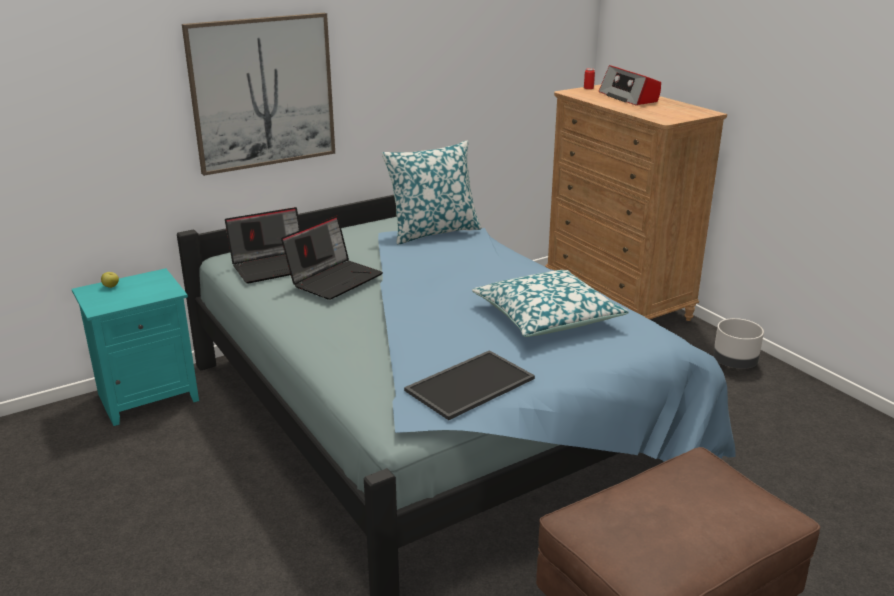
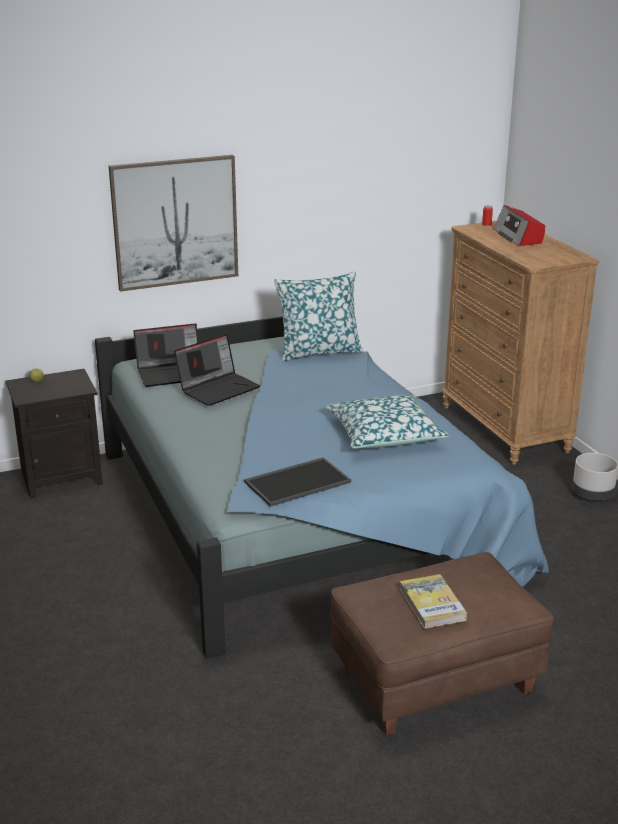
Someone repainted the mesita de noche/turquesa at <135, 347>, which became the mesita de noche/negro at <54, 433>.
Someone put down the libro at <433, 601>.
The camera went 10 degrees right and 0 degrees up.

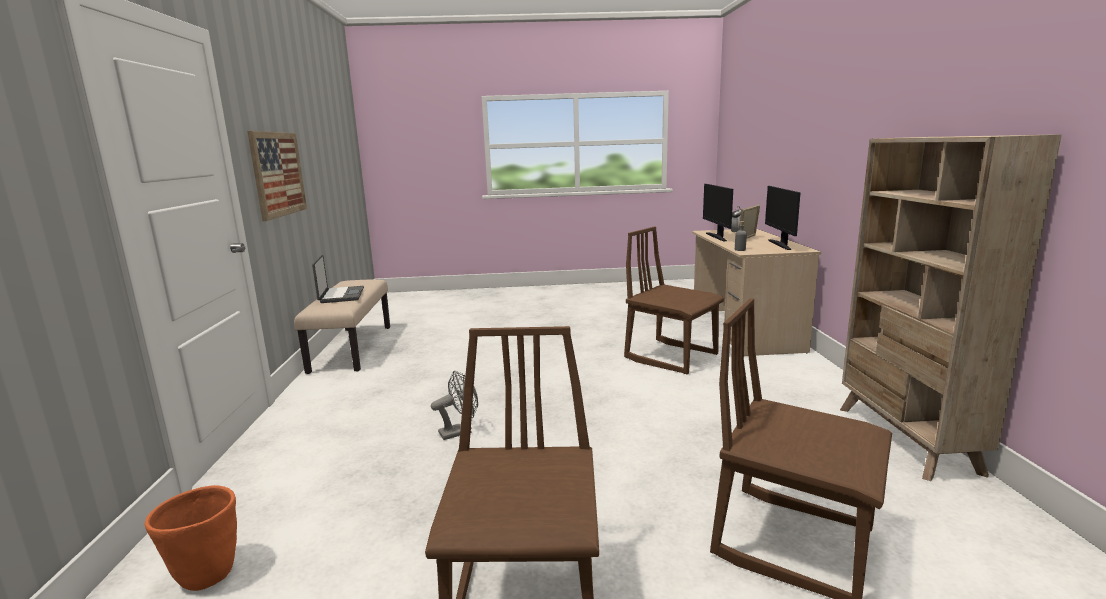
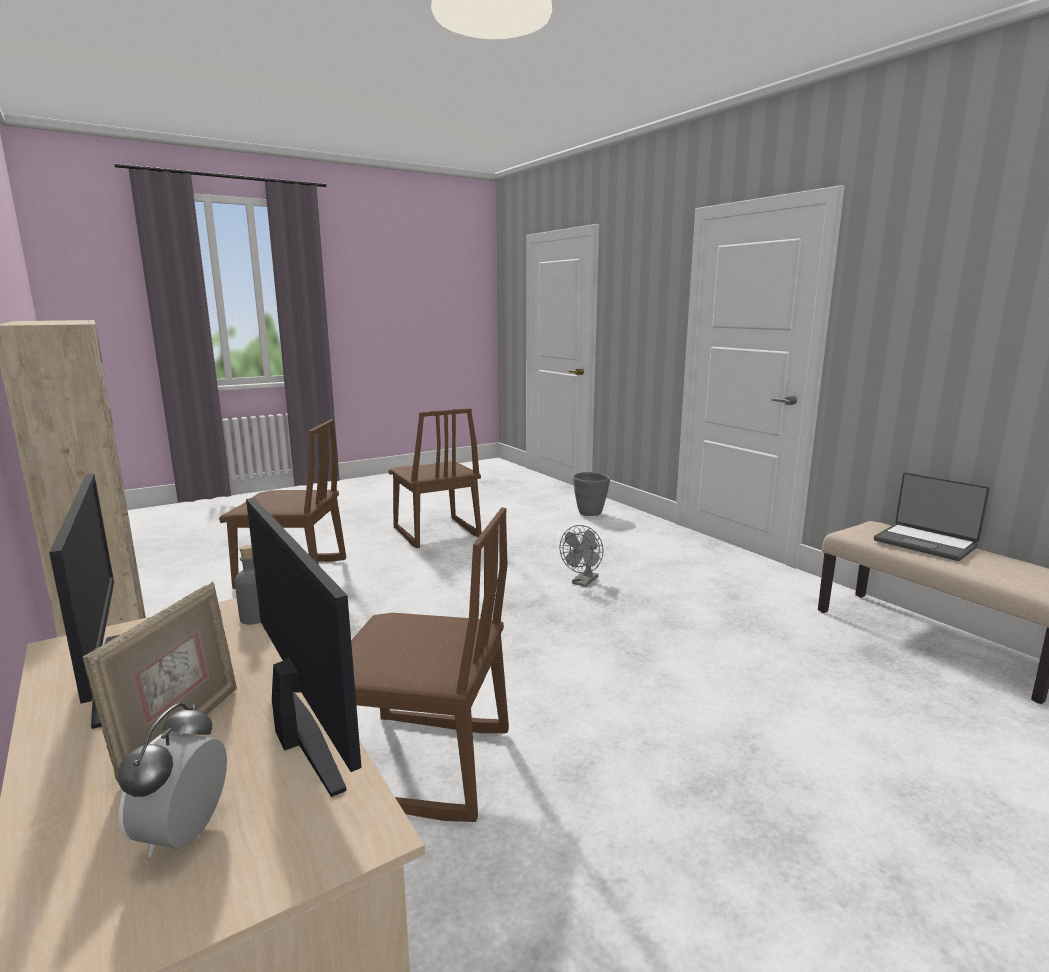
Someone repainted the maceta/naranja at <190, 538>, which became the maceta/gris at <591, 494>.
Someone took away the cuadro at <277, 176>.
The camera went 150 degrees right and 0 degrees up.

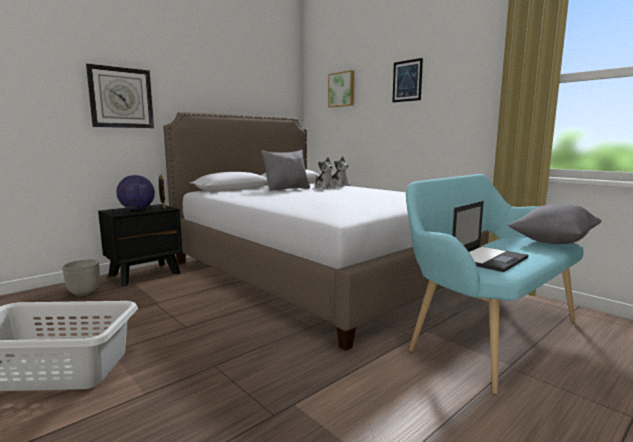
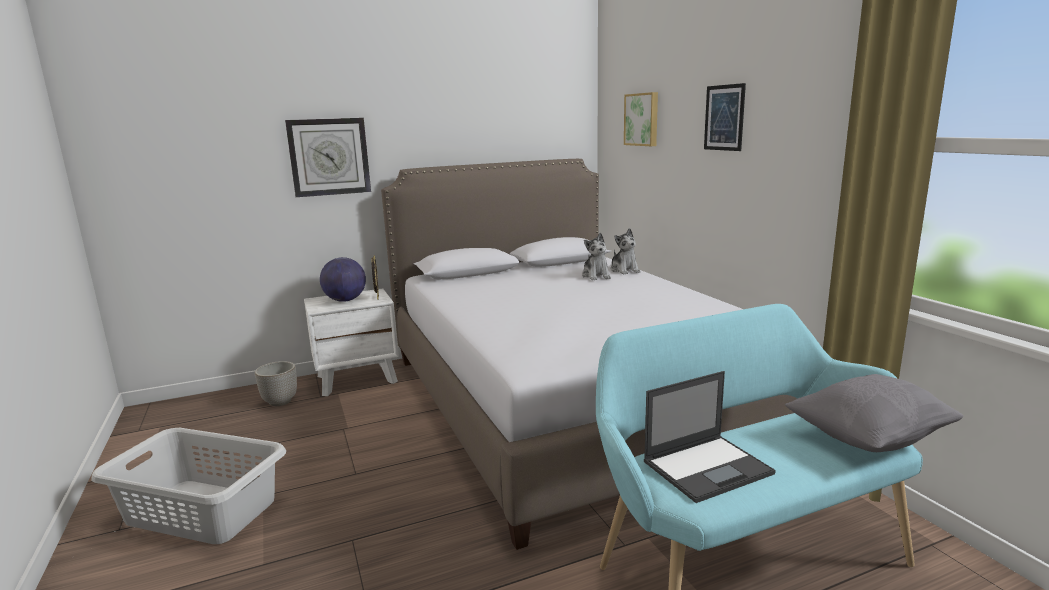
Someone repainted the mesita de noche/negro at <140, 245>, which became the mesita de noche/blanco at <351, 342>.
Someone took away the cojín/gris at <285, 170>.
The camera went 20 degrees right and 5 degrees up.

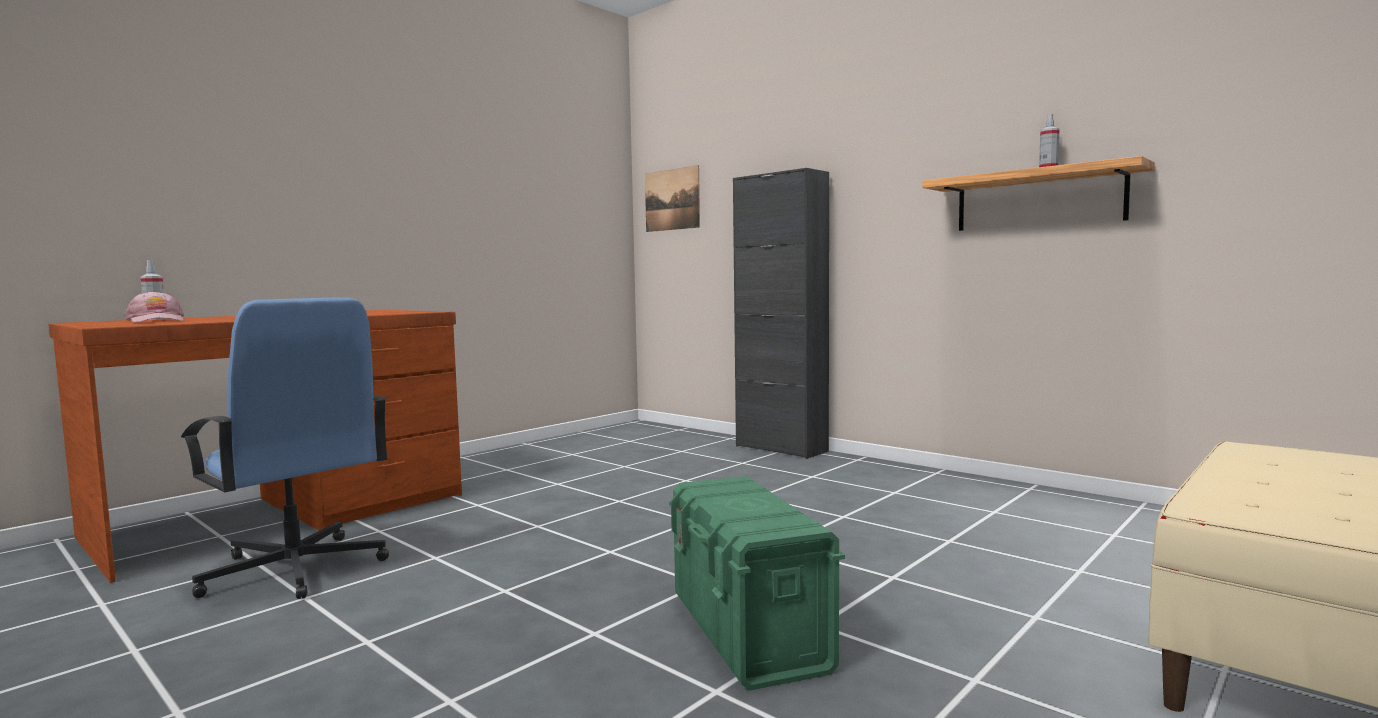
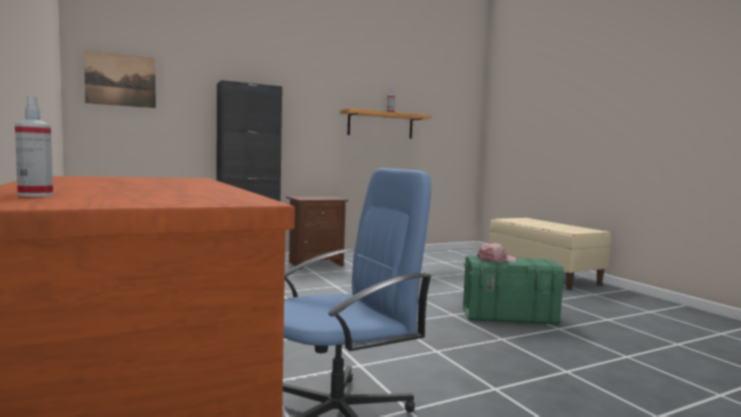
Someone carried the gorra/rosa from <154, 307> to <497, 253>.
Someone put down the mesita de noche/marrón at <317, 233>.
The camera went 70 degrees left and 0 degrees up.

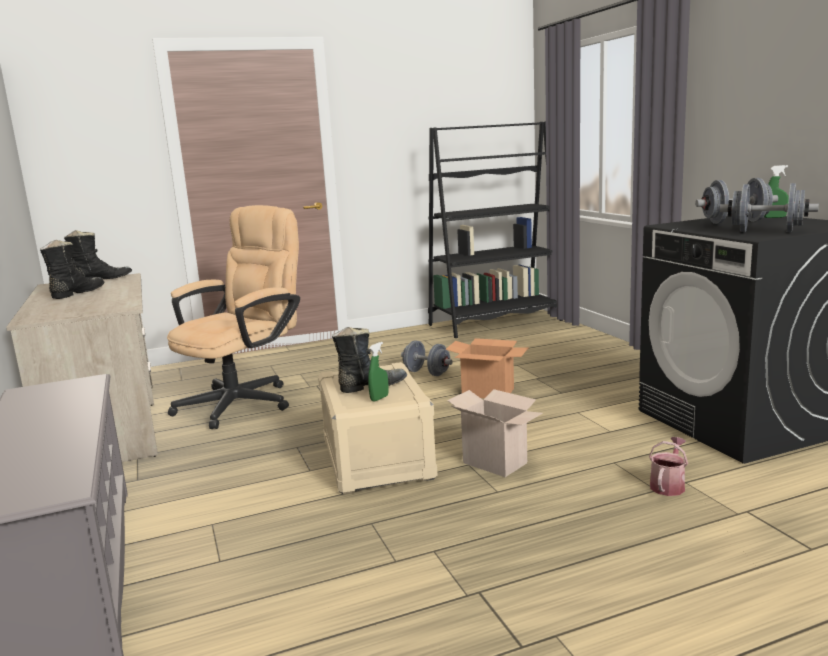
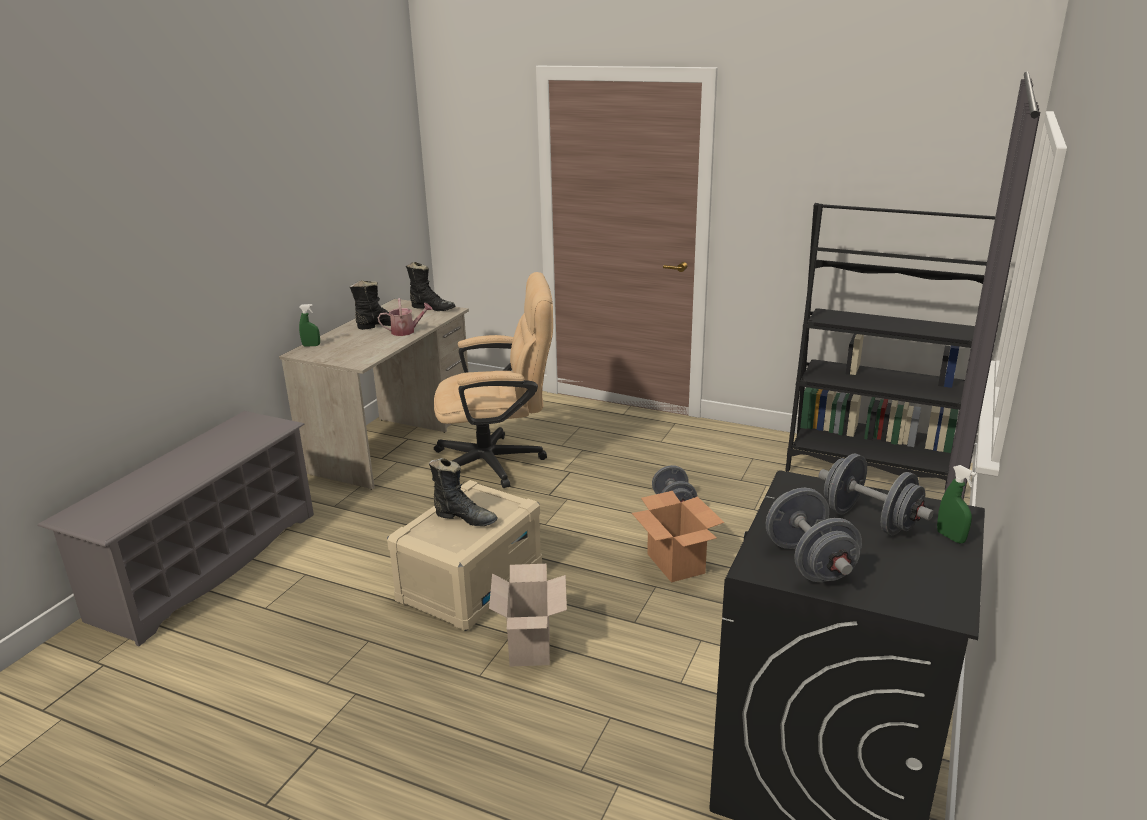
Someone carried the pulverizador/verde from <378, 372> to <309, 325>.
Someone carried the regadera from <668, 466> to <405, 317>.
The camera went 45 degrees right and 10 degrees up.

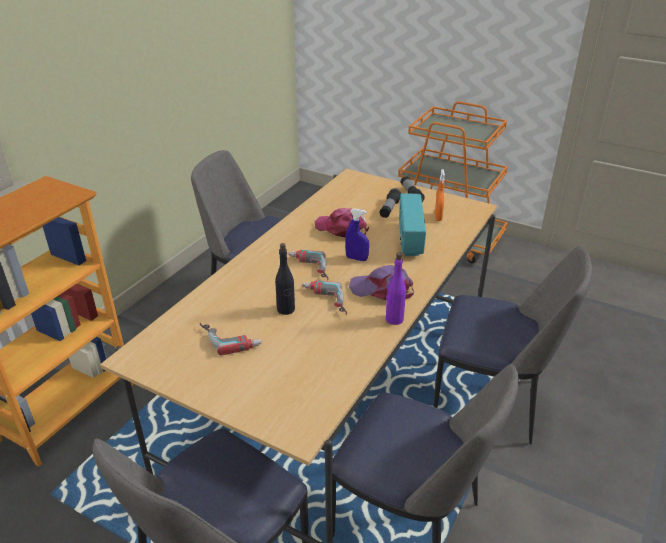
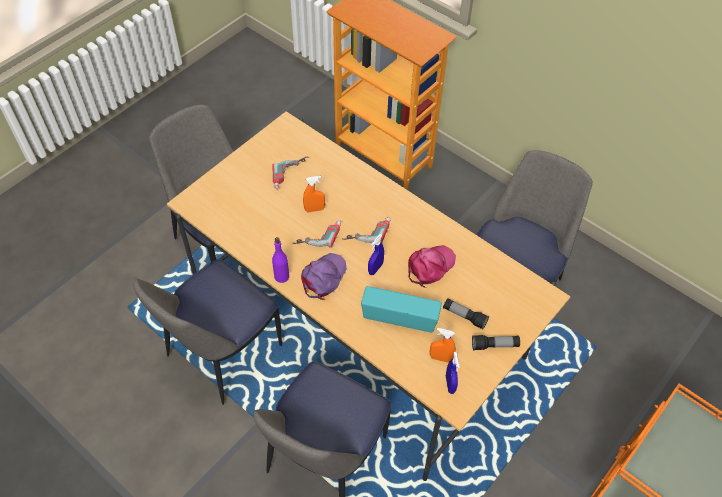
Someone swapped the botella/negro at <285, 279> for the pulverizador/naranja at <314, 194>.
Someone put down the pulverizador/azul at <452, 373>.
The camera went 100 degrees right and 20 degrees up.

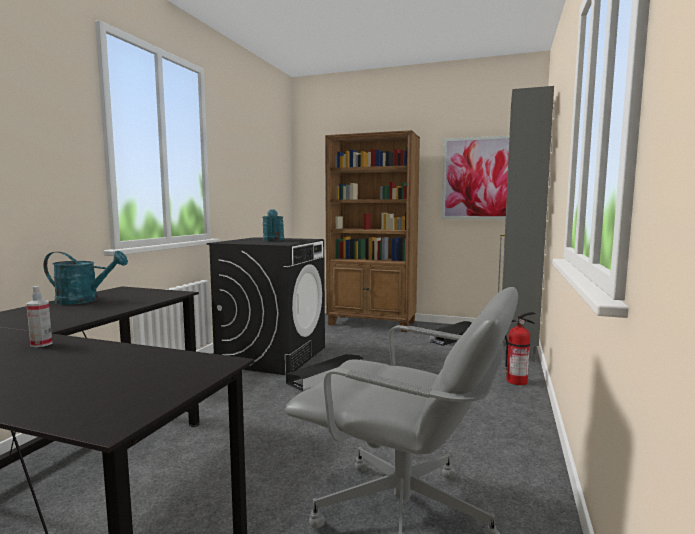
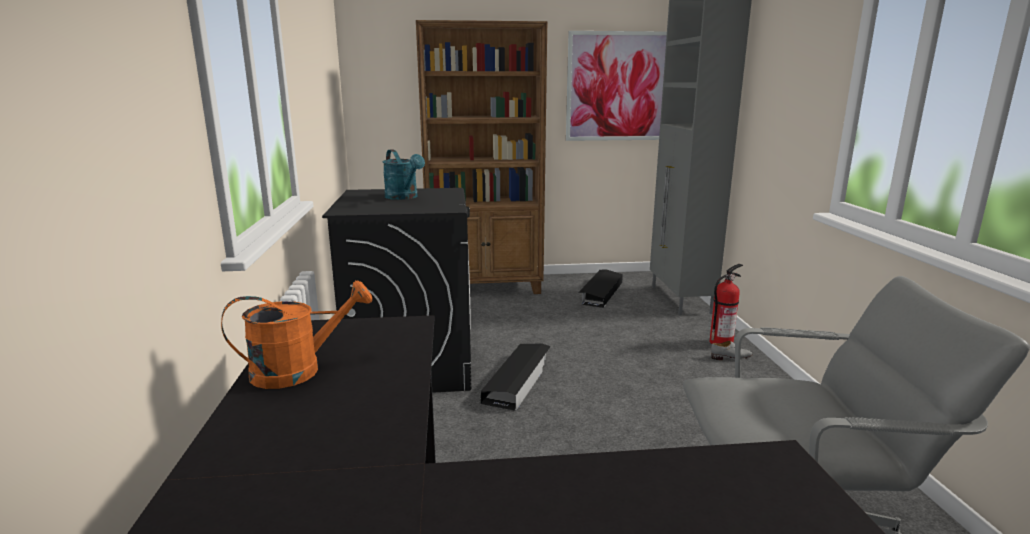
Someone took away the pulverizador at <39, 316>.
Someone repainted the regadera/turquesa at <86, 278>, which became the regadera/naranja at <296, 334>.
Someone put down the zapato/gris at <732, 350>.
The camera went 25 degrees left and 10 degrees up.

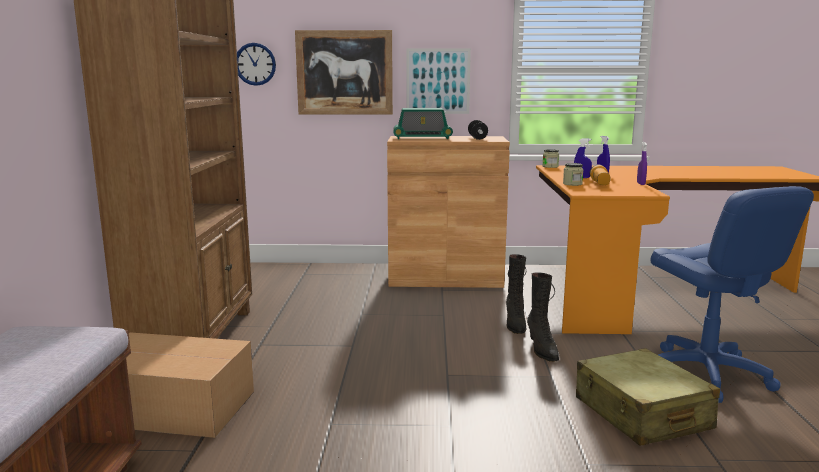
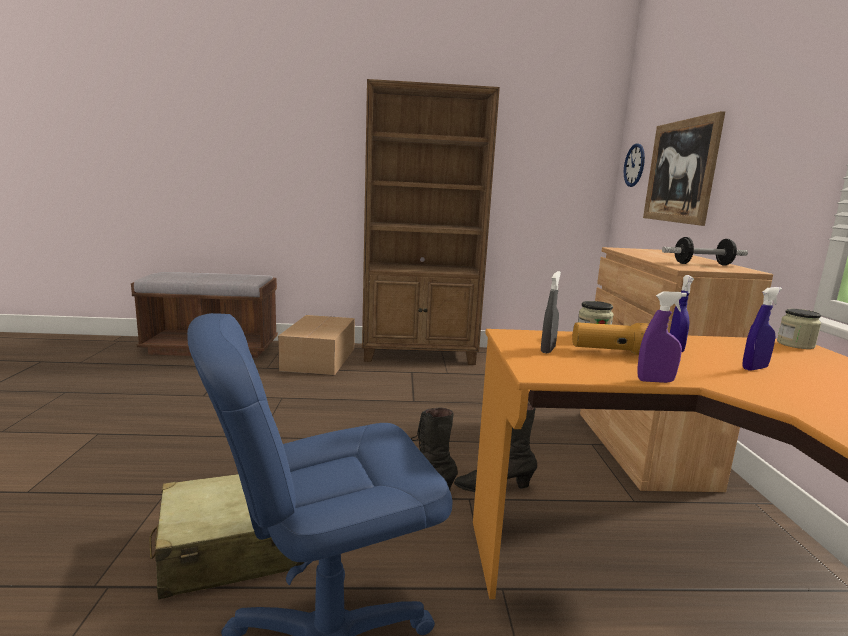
Someone took away the radio at <423, 123>.
Someone took away the cuadro at <439, 81>.
Someone put down the pulverizador/gris at <551, 312>.
The camera went 85 degrees right and 0 degrees up.

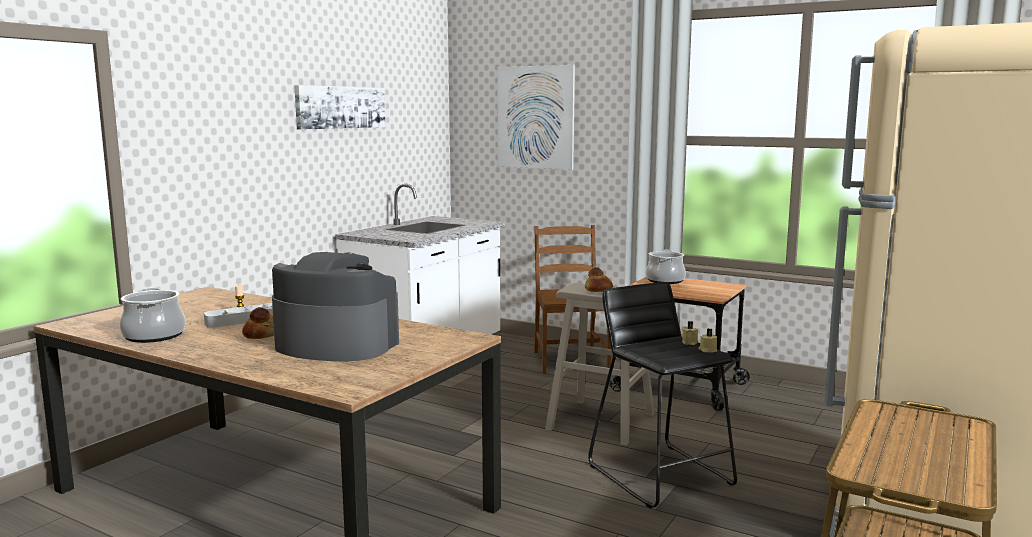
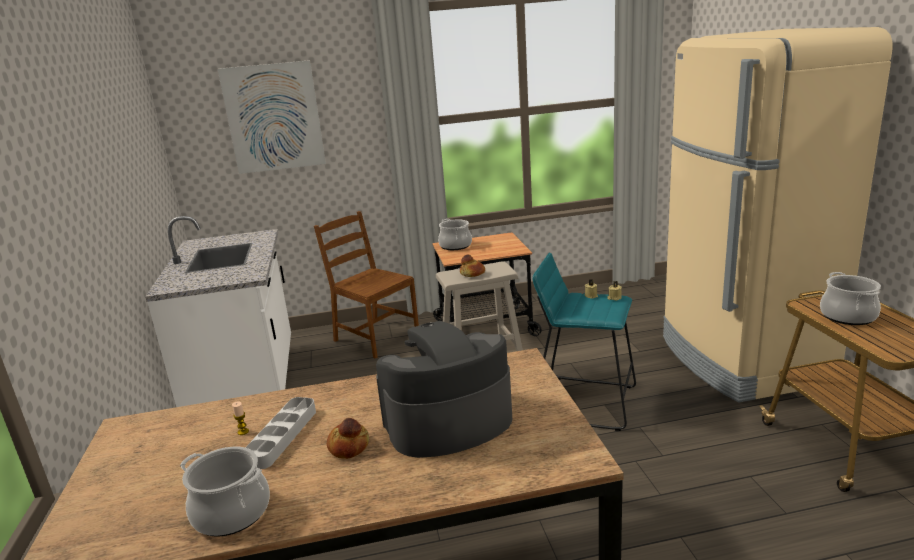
Someone took away the cuadro at <339, 107>.
Someone repainted the taburete/negro at <662, 395>, which became the taburete/turquesa at <584, 342>.
Someone put down the olla at <850, 298>.
The camera went 40 degrees left and 10 degrees up.

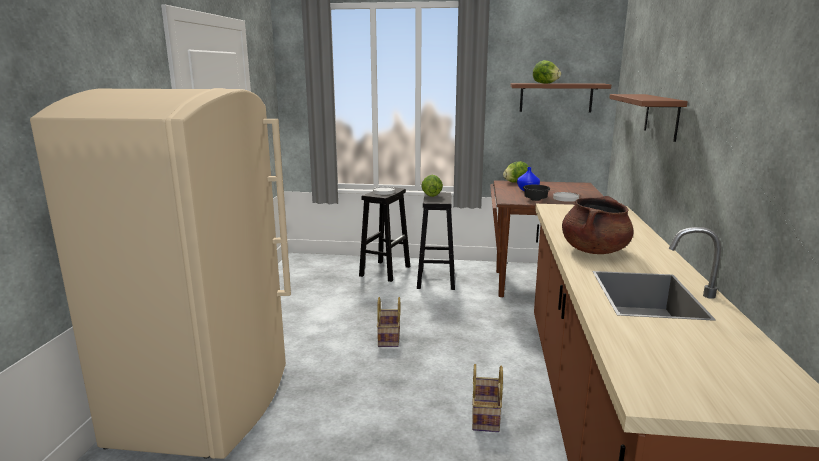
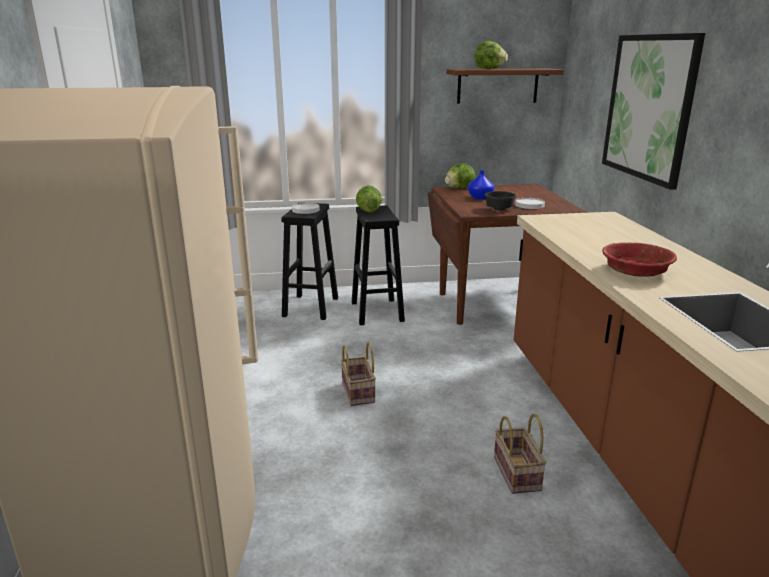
Someone swapped the olla/marrón at <597, 225> for the cuenco/rojo at <639, 259>.
Someone swapped the estante/marrón at <648, 118> for the cuadro at <653, 111>.
The camera went 15 degrees left and 5 degrees up.

